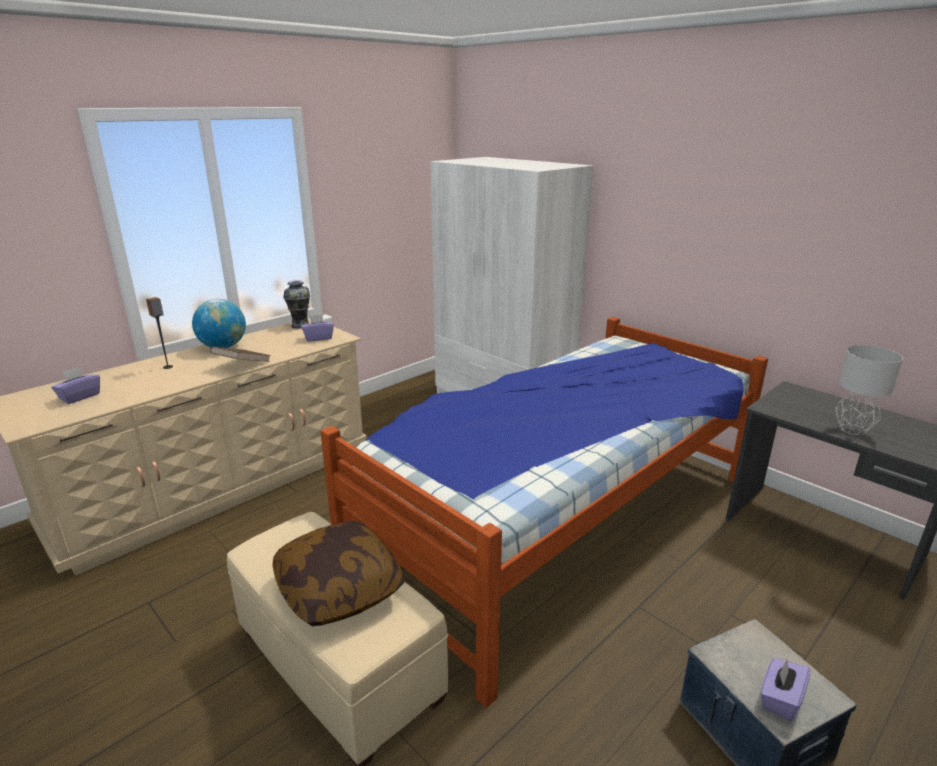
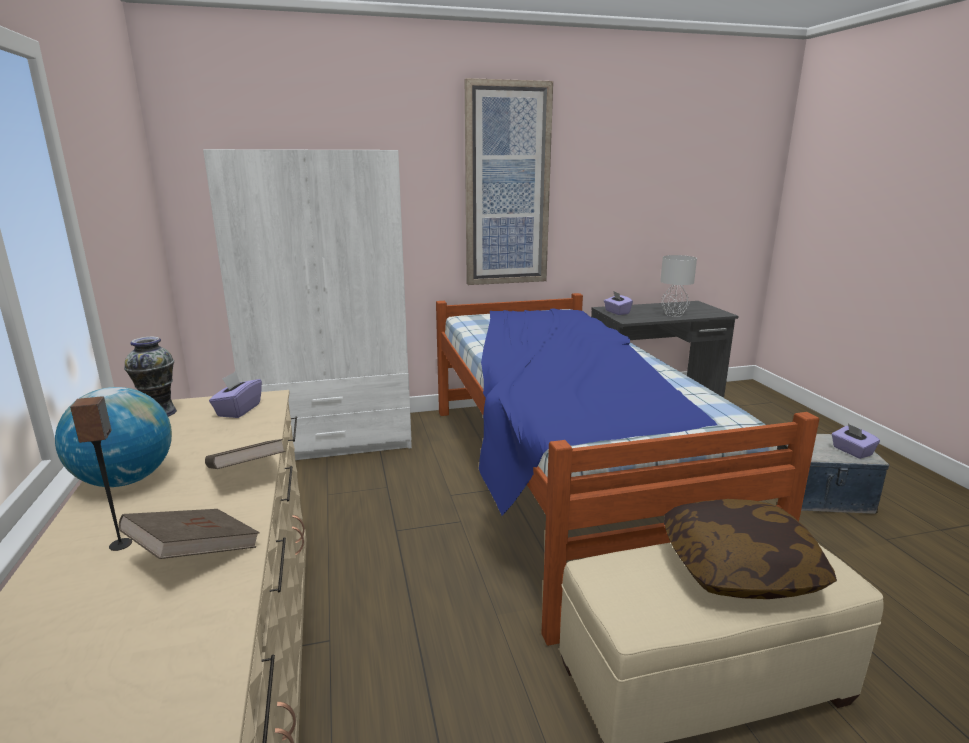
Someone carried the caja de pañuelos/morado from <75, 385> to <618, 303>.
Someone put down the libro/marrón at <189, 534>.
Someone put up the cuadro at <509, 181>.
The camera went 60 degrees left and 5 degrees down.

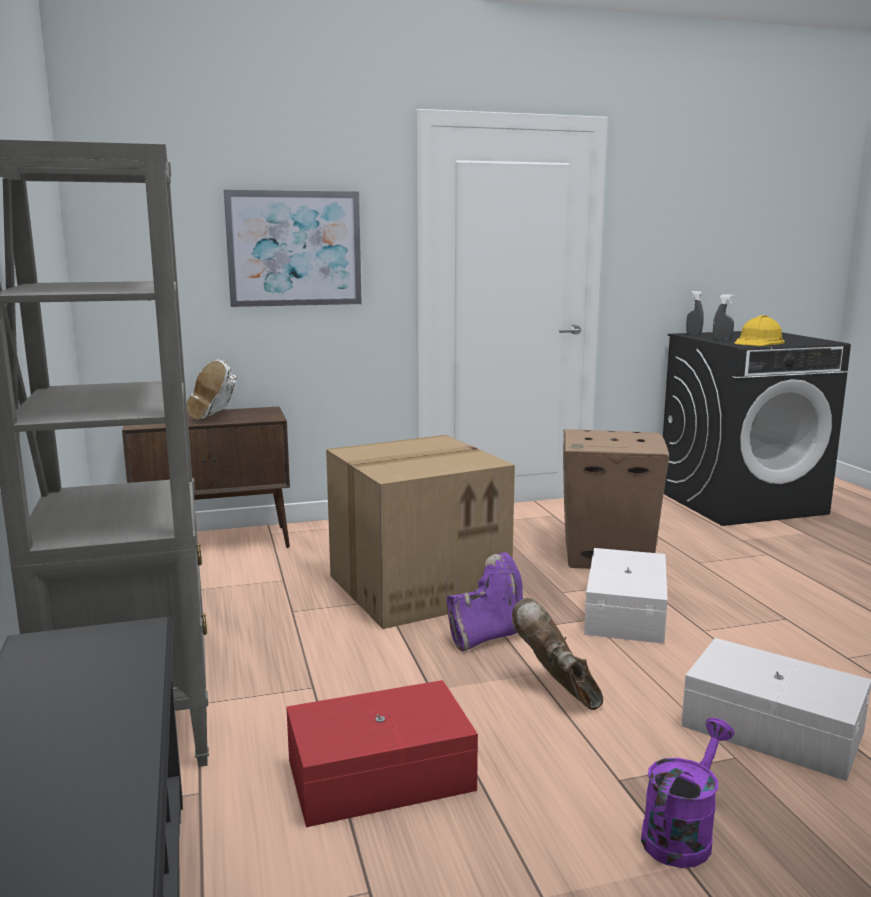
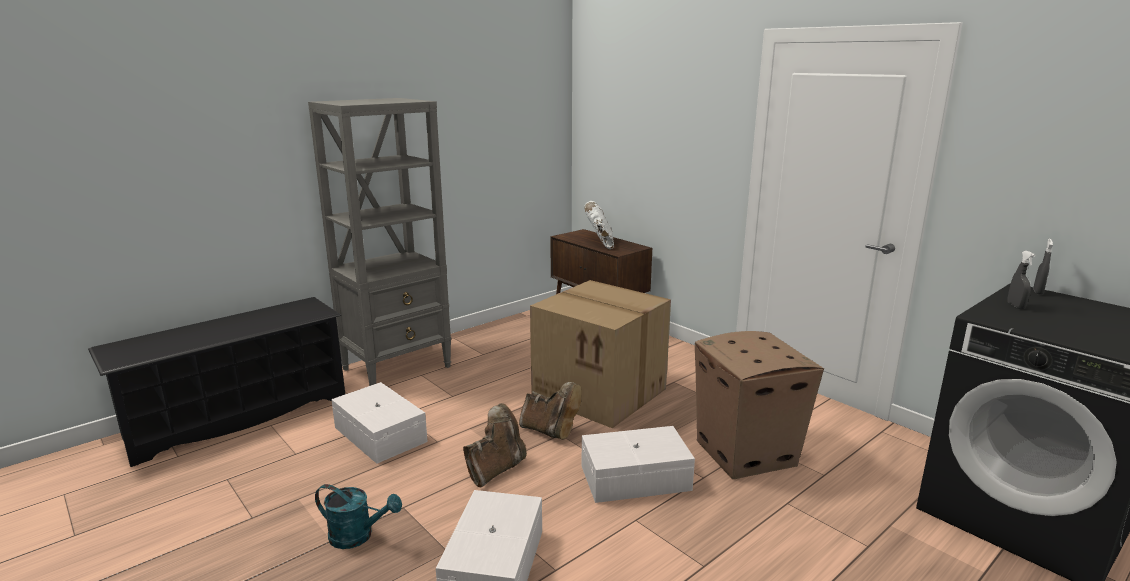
Someone rotated the bota/blanco at <212, 389> by 105 degrees clockwise.
Someone took away the cuadro at <293, 248>.
Someone repainted the caja de almacenaje/rojo at <382, 753>, which became the caja de almacenaje/blanco at <379, 423>.
Someone repainted the bota/morado at <485, 602>, which became the bota/marrón at <550, 411>.
Someone repainted the regadera/morado at <687, 793>, which became the regadera/turquesa at <358, 516>.
Someone took away the casco/amarillo at <759, 330>.
The camera went 65 degrees right and 5 degrees up.

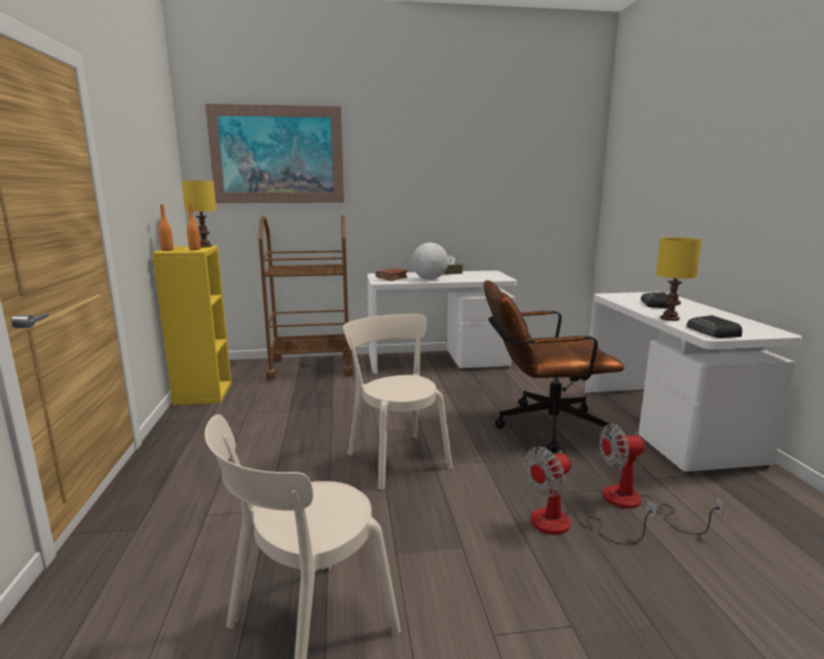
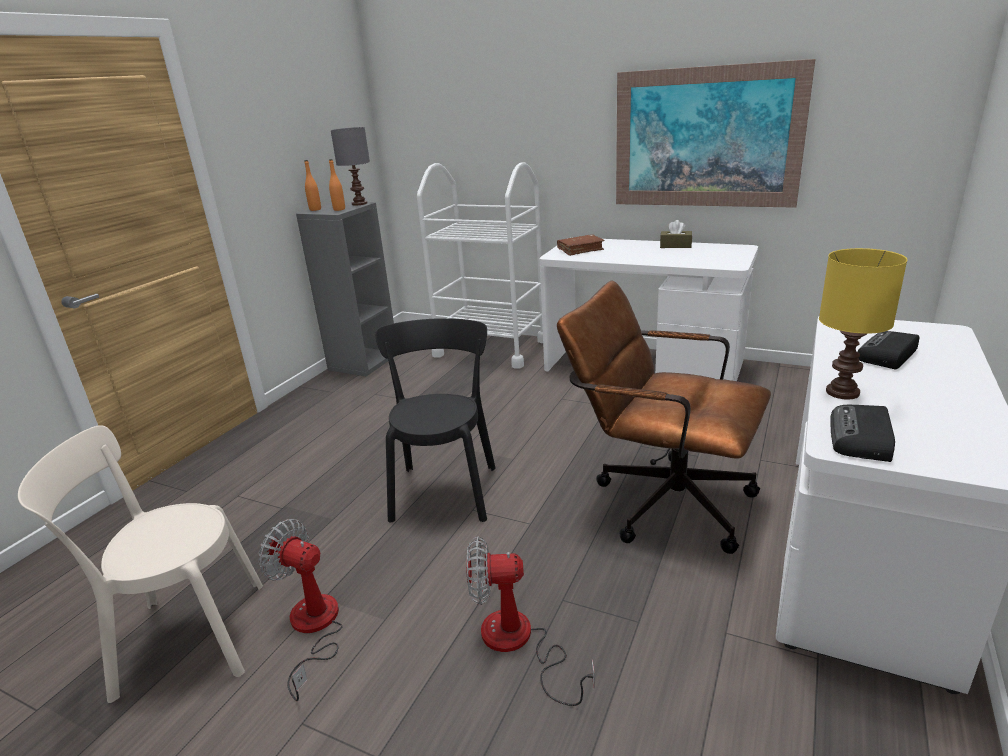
Someone repainted the estantería/amarillo at <191, 326>, which became the estantería/gris at <345, 289>.
Someone repainted the lámpara de mesa/amarillo at <199, 214>, which became the lámpara de mesa/gris at <350, 166>.
Someone carried the cuadro from <274, 153> to <715, 133>.
Someone repainted the carrito/marrón at <306, 297>, which became the carrito/blanco at <480, 265>.
Someone repainted the silla/beis at <398, 402>, which became the silla/negro at <435, 420>.
Someone took away the globo terráqueo at <430, 261>.
Someone carried the ventilador from <662, 479> to <300, 610>.
The camera went 35 degrees right and 10 degrees up.

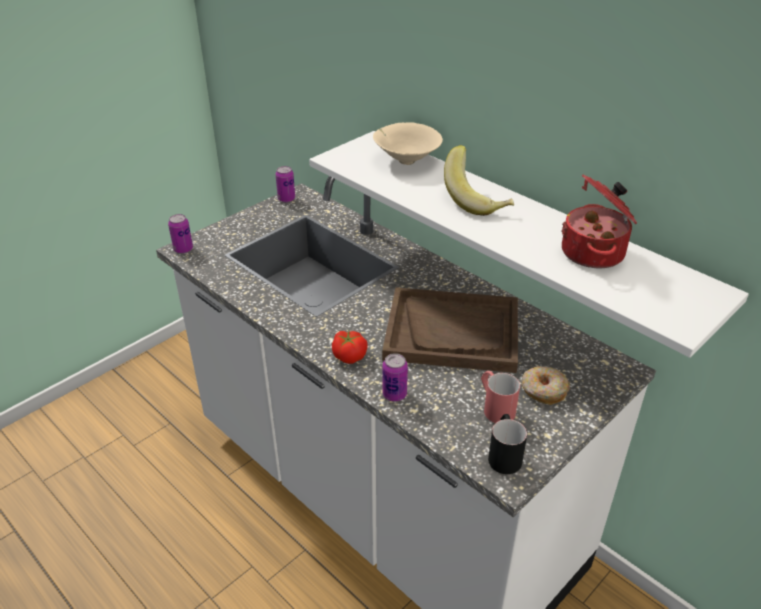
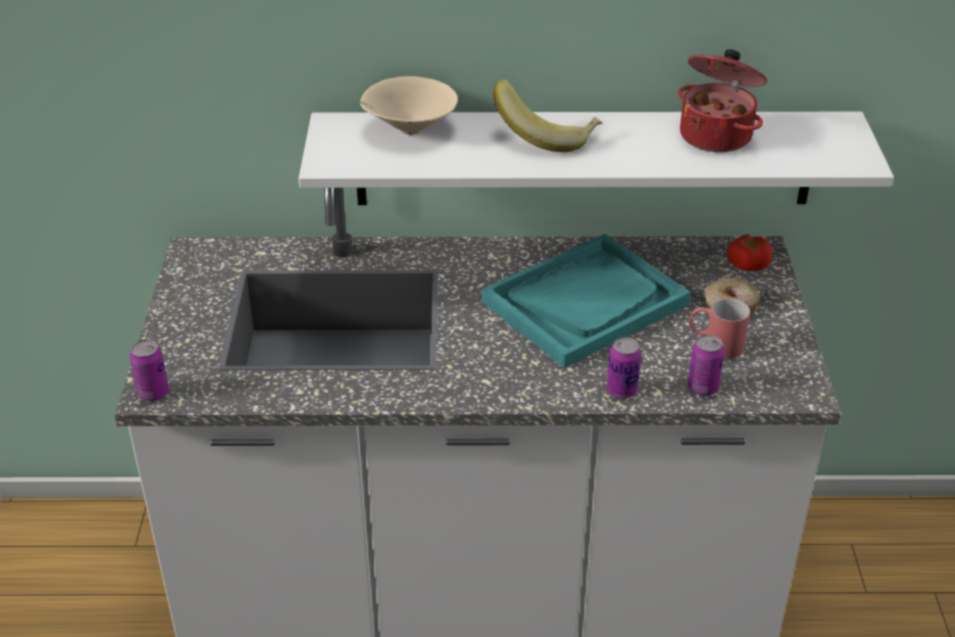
Someone carried the lata from <285, 184> to <706, 365>.
Someone carried the tomate from <350, 347> to <749, 252>.
Someone repainted the bandeja/marrón at <450, 330>, which became the bandeja/turquesa at <586, 301>.
Someone took away the taza grande/negro at <507, 444>.
The camera went 45 degrees left and 0 degrees up.

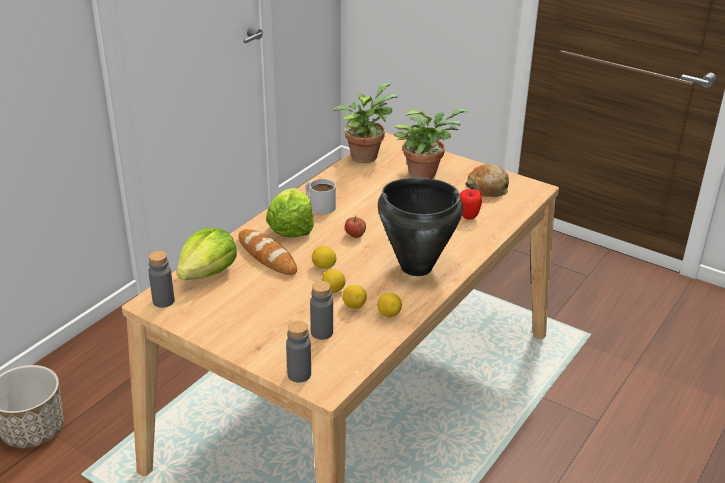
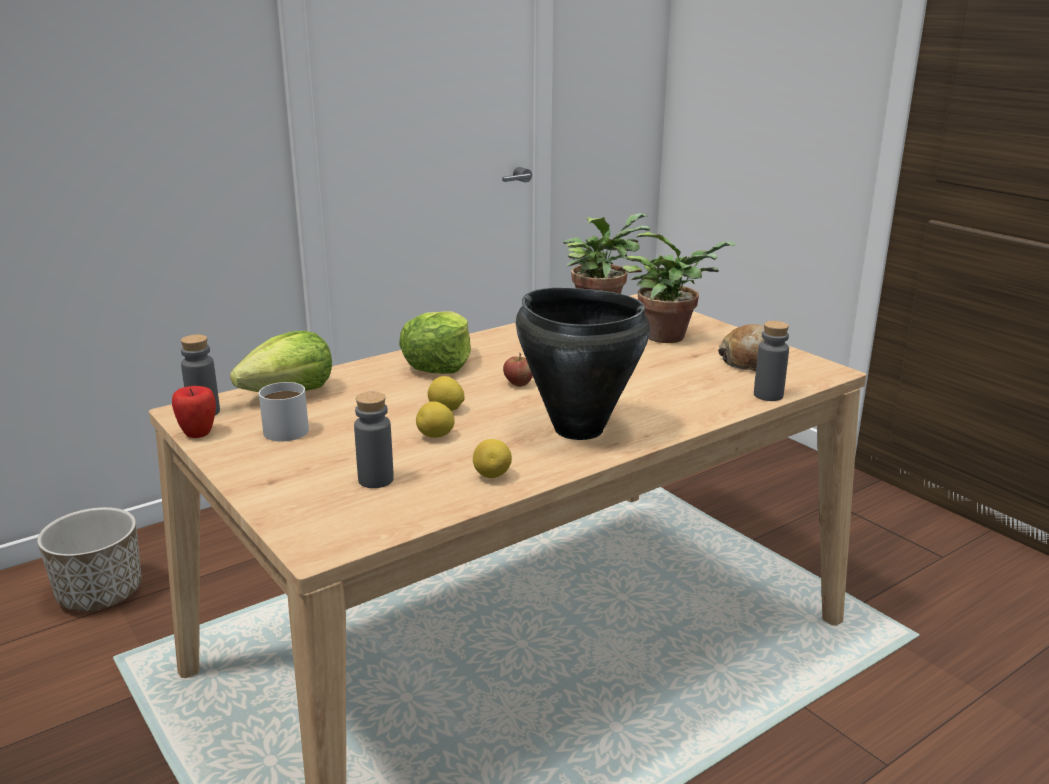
Someone took away the pan at <268, 252>.
Someone carried the botella/gris from <298, 351> to <771, 361>.
Someone carried the taza grande/blanco from <320, 196> to <284, 411>.
Someone took away the limón at <355, 297>.
Someone carried the manzana from <471, 204> to <194, 412>.
The camera went 20 degrees right and 10 degrees down.

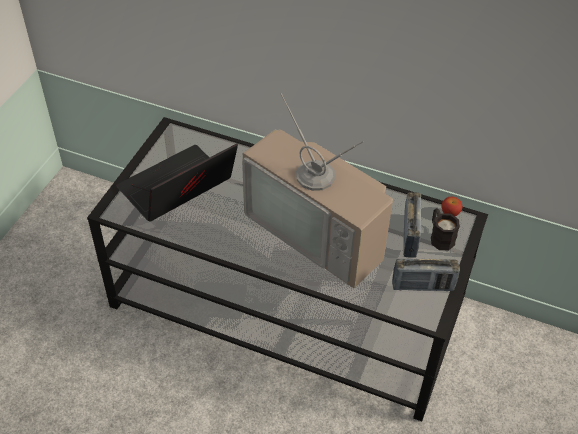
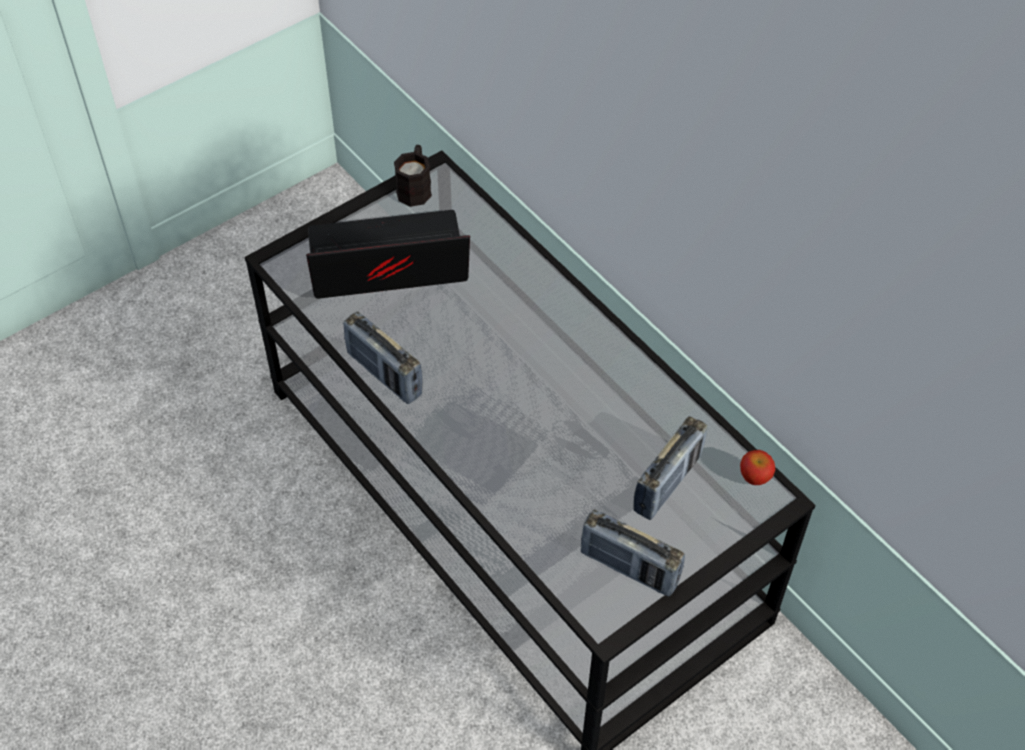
Someone took away the televisor at <317, 190>.
Someone carried the taza grande/negro from <445, 229> to <413, 176>.
Someone put down the radio at <383, 358>.
The camera went 30 degrees right and 5 degrees up.

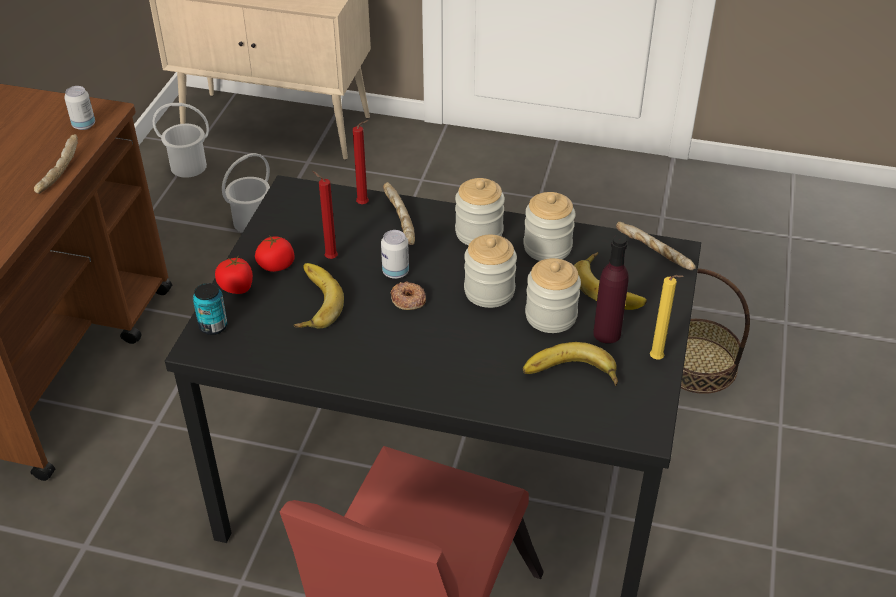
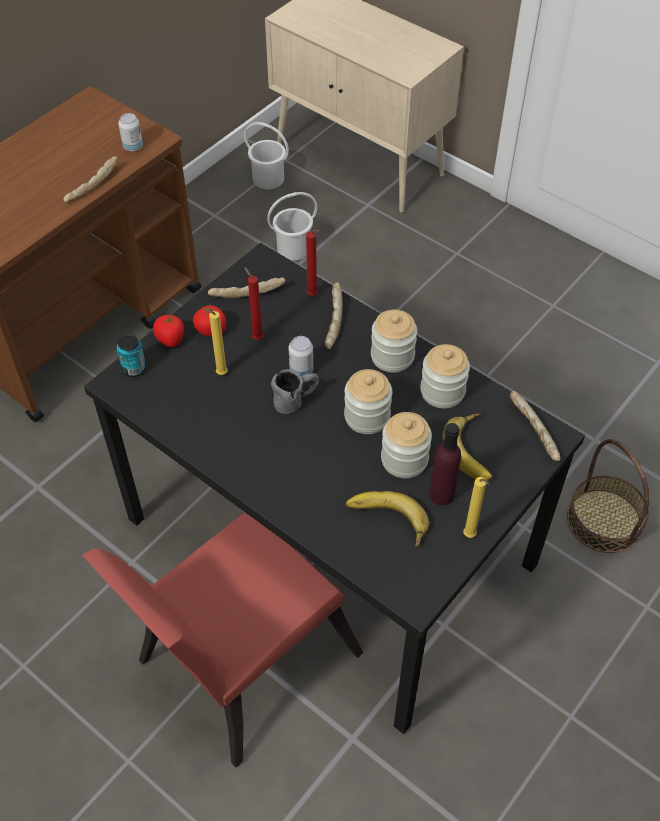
Someone swapped the plátano at <319, 296> for the vela/amarillo at <215, 341>.
Someone swapped the rosquilla at <408, 295> for the taza grande/gris at <295, 391>.
Someone put down the pan at <247, 287>.
The camera went 25 degrees right and 10 degrees up.

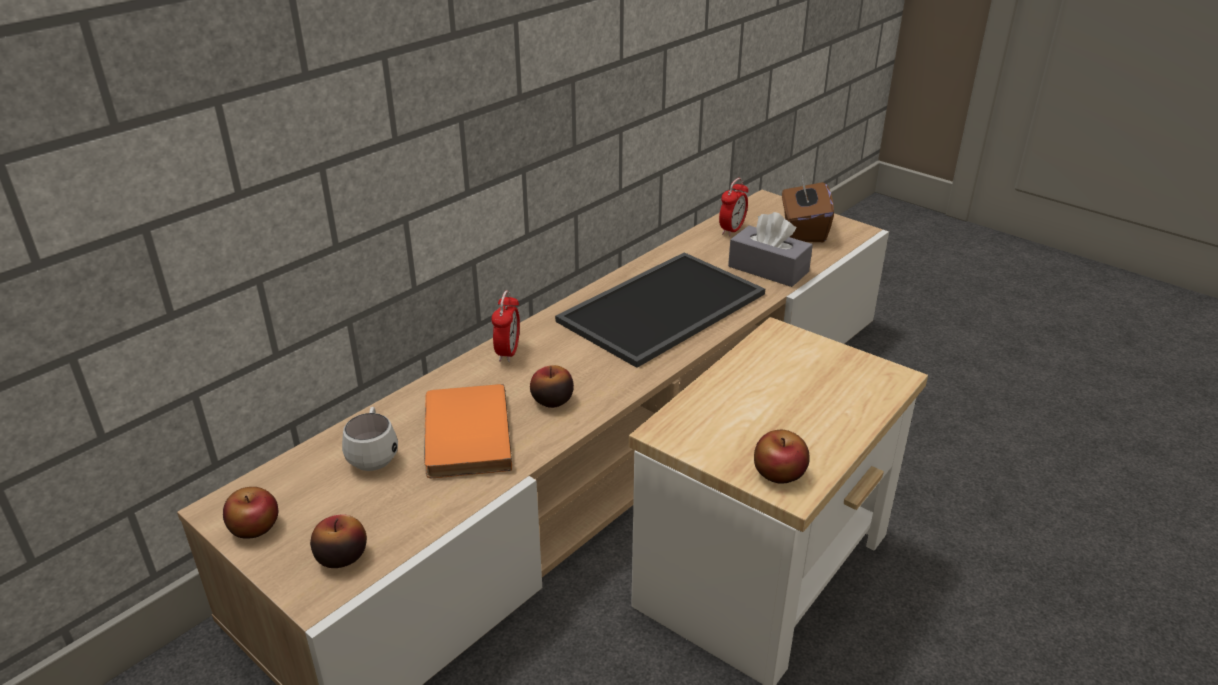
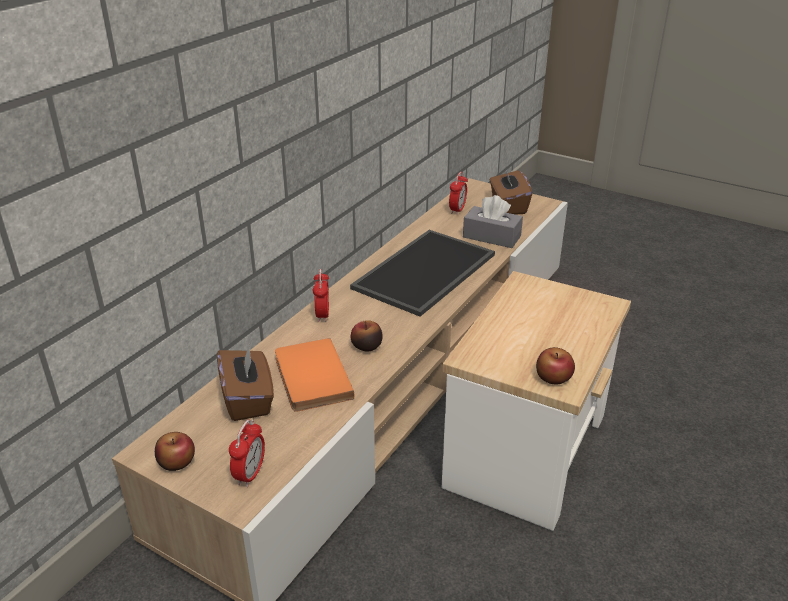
Someone swapped the manzana at <338, 541> for the despertador at <247, 453>.
Someone swapped the taza grande/blanco at <370, 439> for the caja de pañuelos/marrón at <245, 383>.
The camera went 10 degrees left and 0 degrees up.

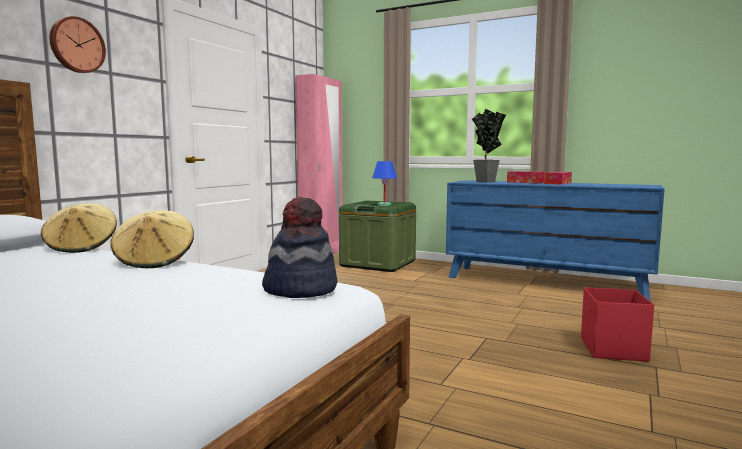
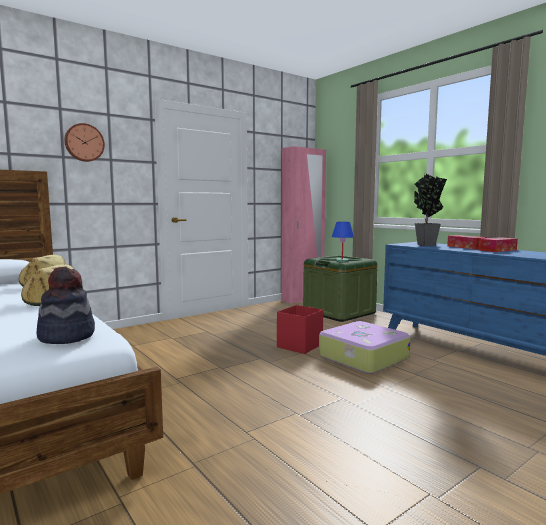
Someone carried the caja de almacenaje/rojo from <617, 324> to <300, 329>.
Someone put down the maleta at <365, 347>.
The camera went 25 degrees right and 0 degrees up.

